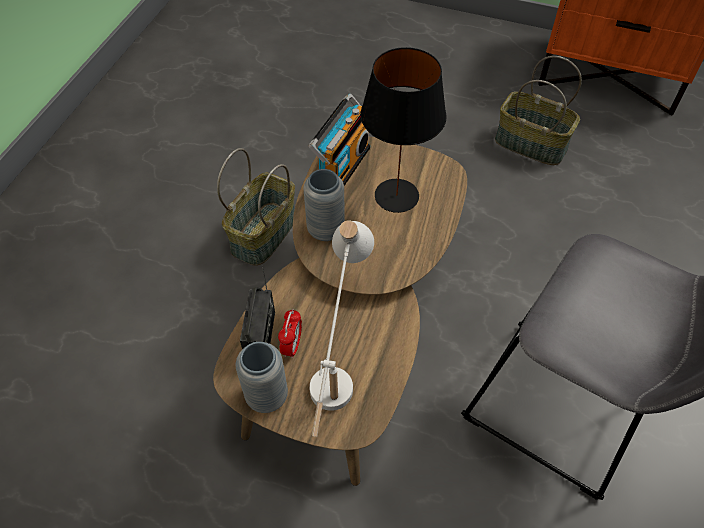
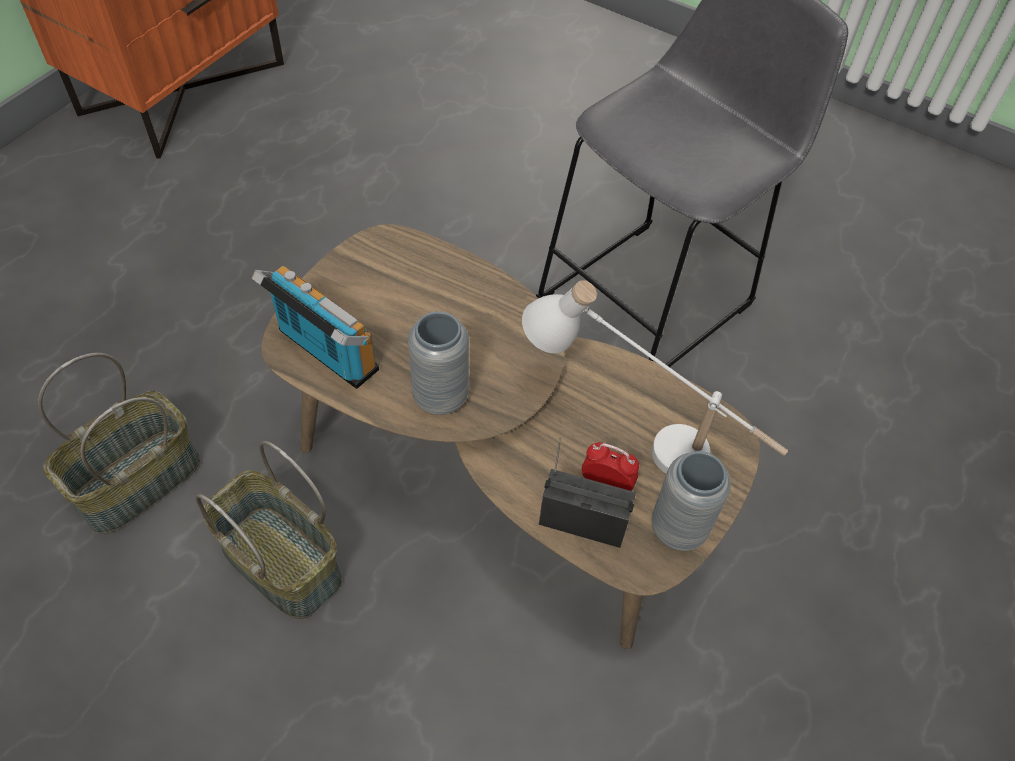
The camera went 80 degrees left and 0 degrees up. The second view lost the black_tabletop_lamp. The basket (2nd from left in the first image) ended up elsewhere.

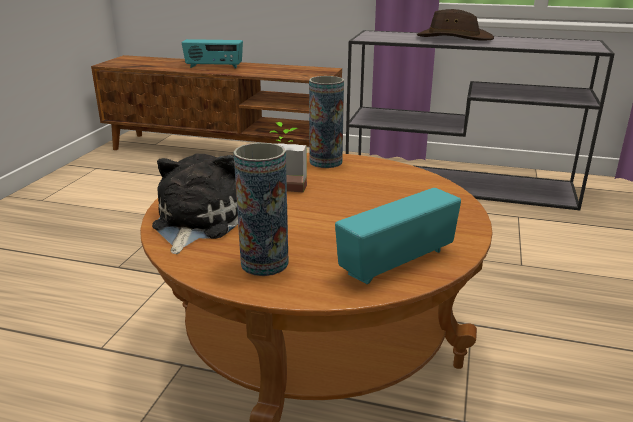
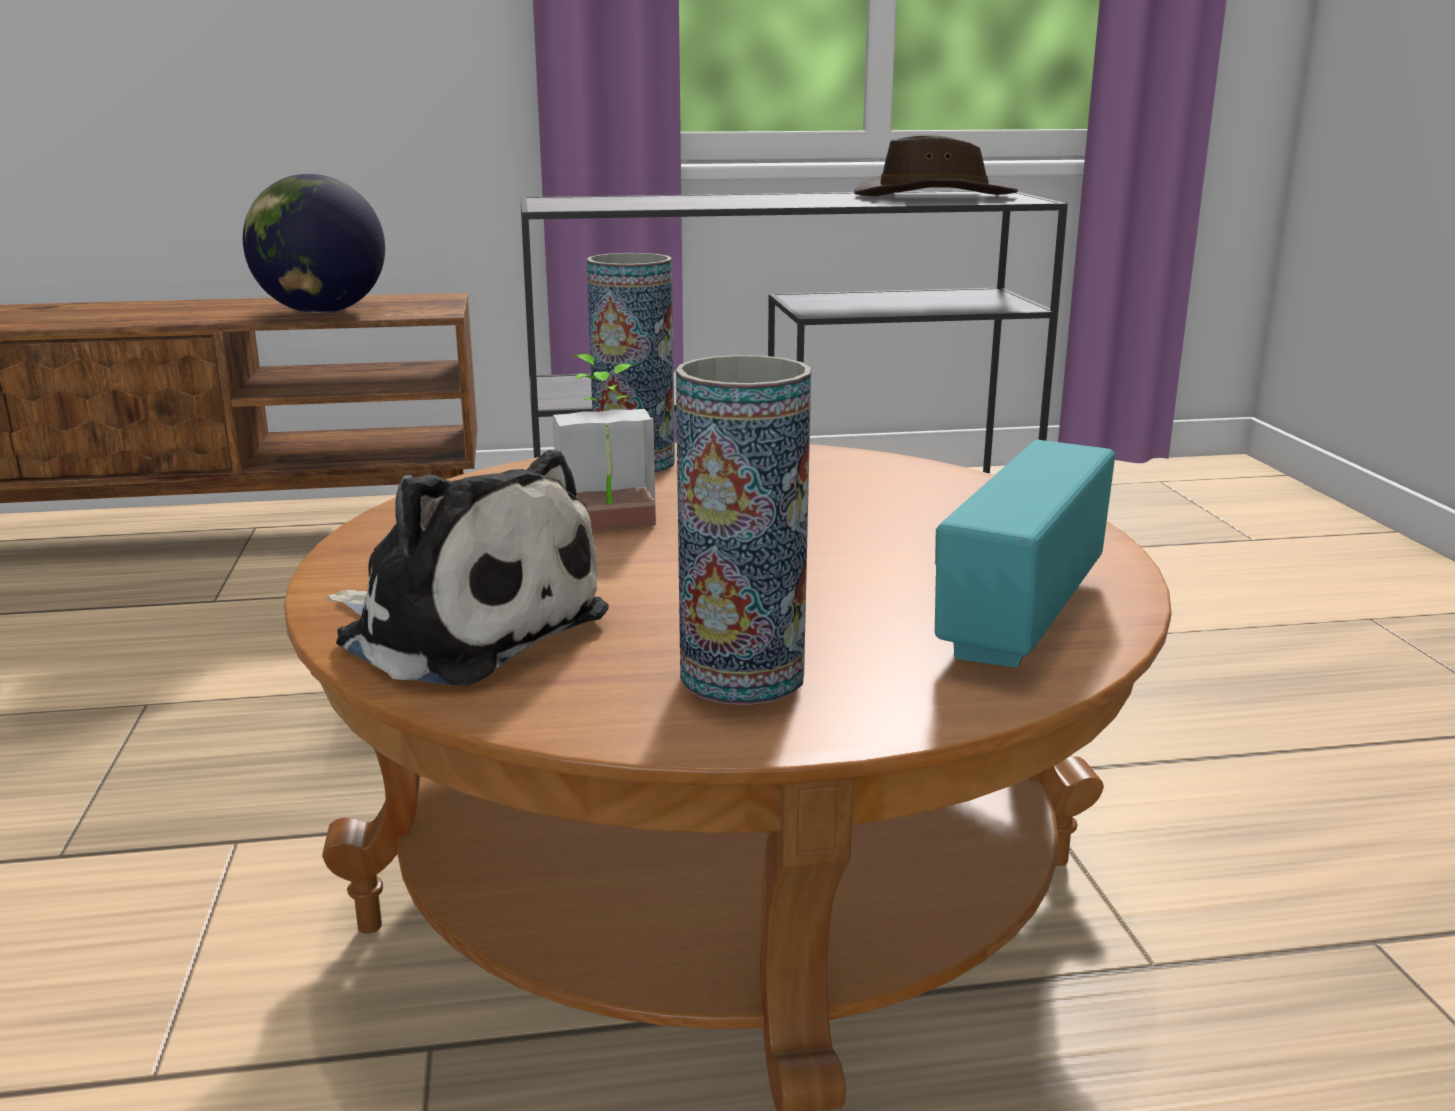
The camera went 25 degrees left and 5 degrees down. The brown_wearable_hat ended up elsewhere. The second view lost the radio_receiver (1st from left). The soft_toy ended up facing another way, 135 degrees clockwise from before. The second view gained the globe.

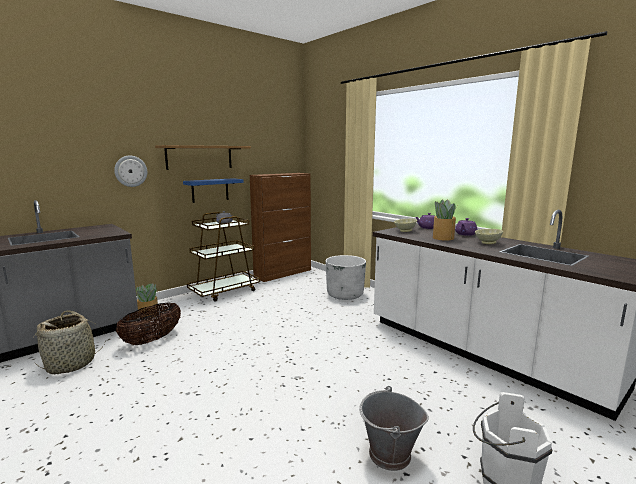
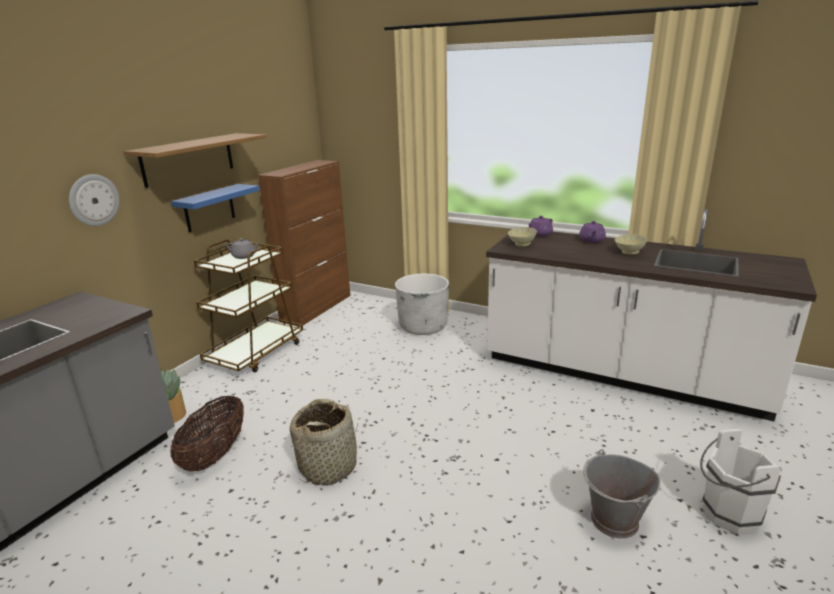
The camera went 20 degrees left and 10 degrees up. The second view lost the houseplant (2nd from left). The basket (1st from left in the first image) ended up elsewhere.

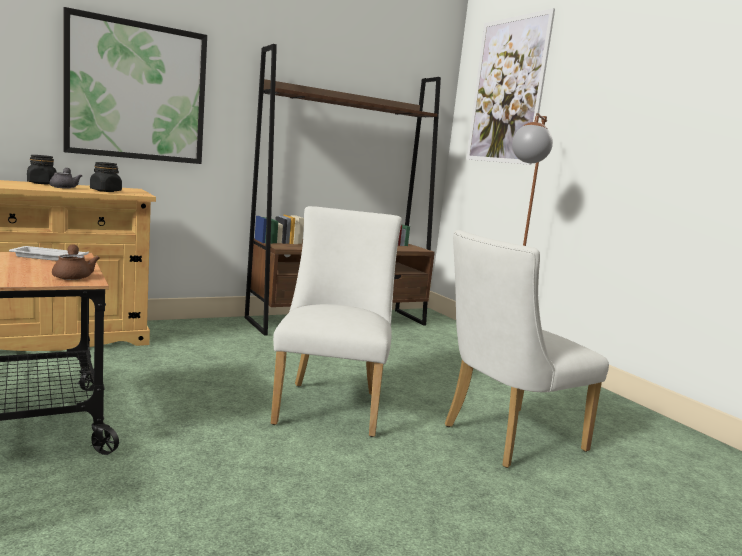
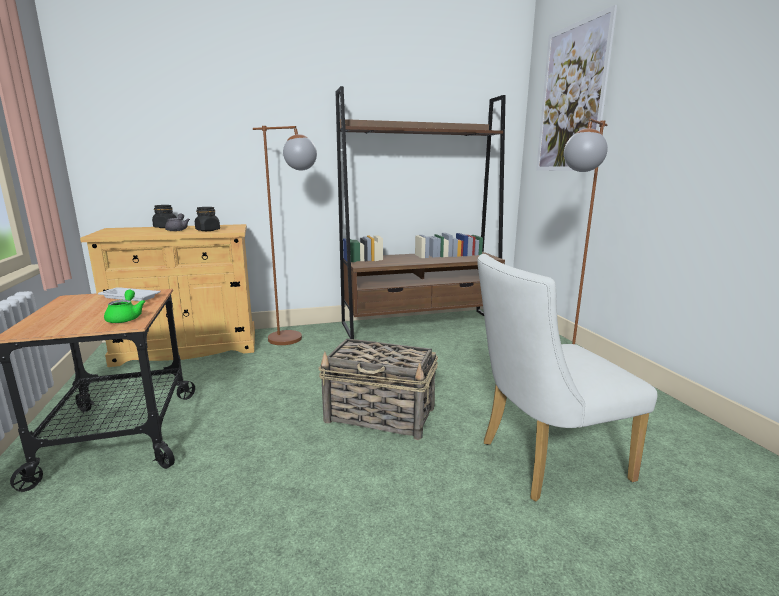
The camera went 15 degrees right and 5 degrees up. The second view lost the wall_picture (1st from left). Where the white-coloured_plain_chair (1st from left) stood, the basket came to stand. What was the brown_pot_for_tea turned into the green_pot_for_tea. The second view gained the brown_floor_lamp (1st from left).

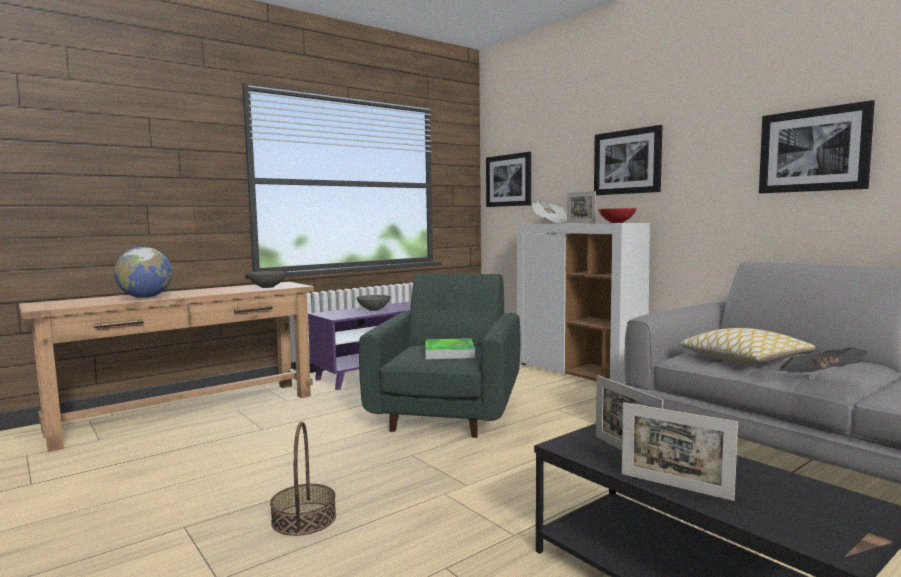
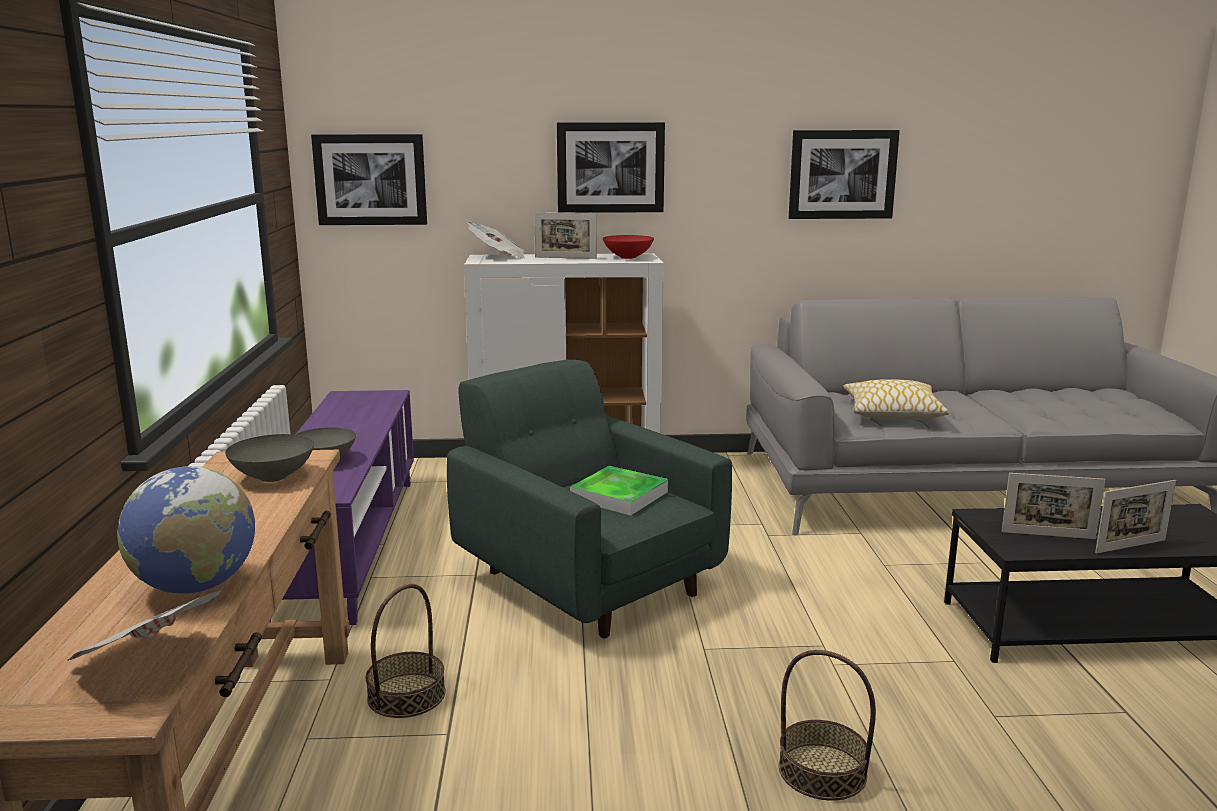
The camera went 55 degrees left and 10 degrees up. The daily_paper (2nd from left in the first image) ended up elsewhere. The second view gained the basket (1st from left).

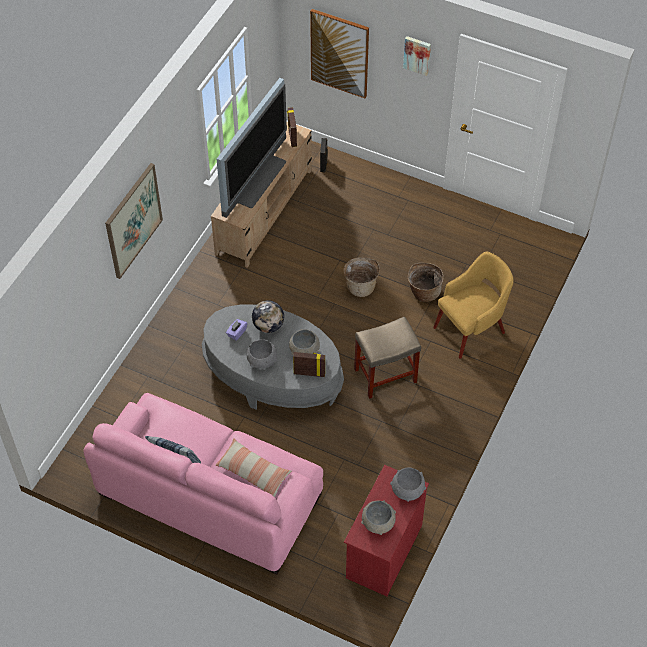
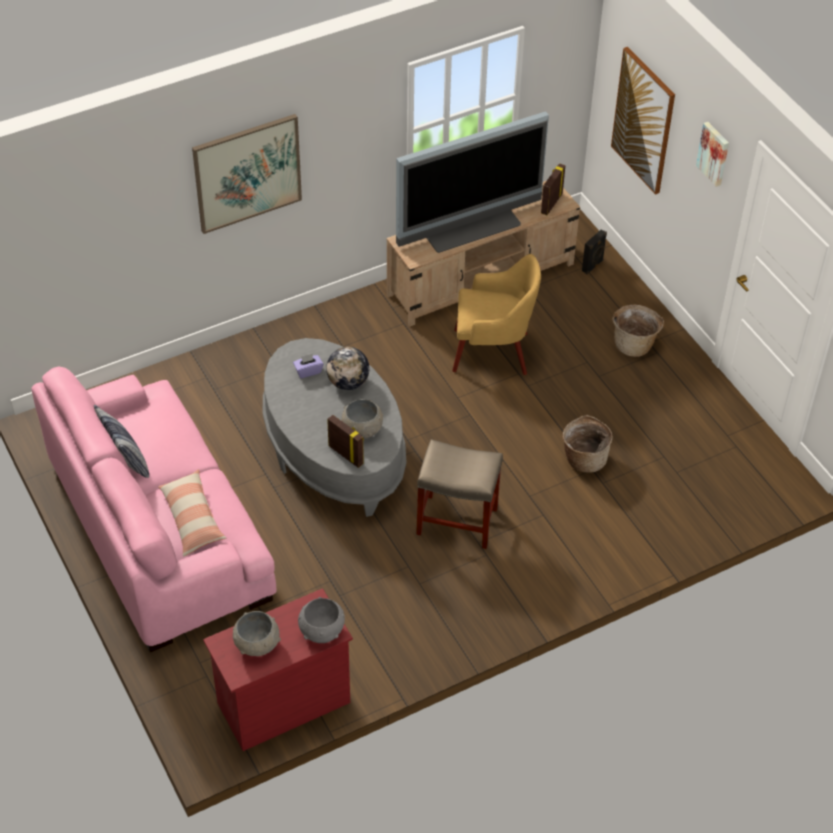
The camera went 35 degrees right and 5 degrees down. The yellow_armchair ended up elsewhere. The basket (1st from left in the first image) ended up elsewhere. The second view lost the grey_serving_bowl (1st from left).

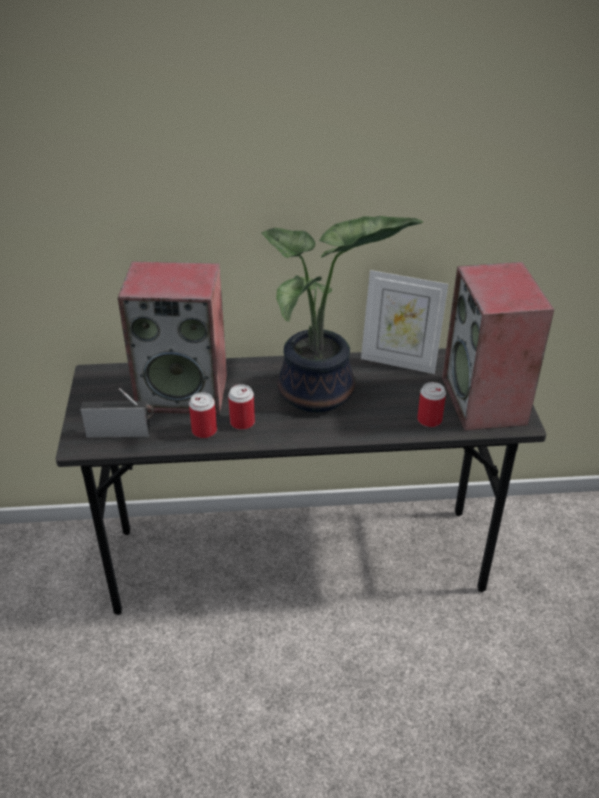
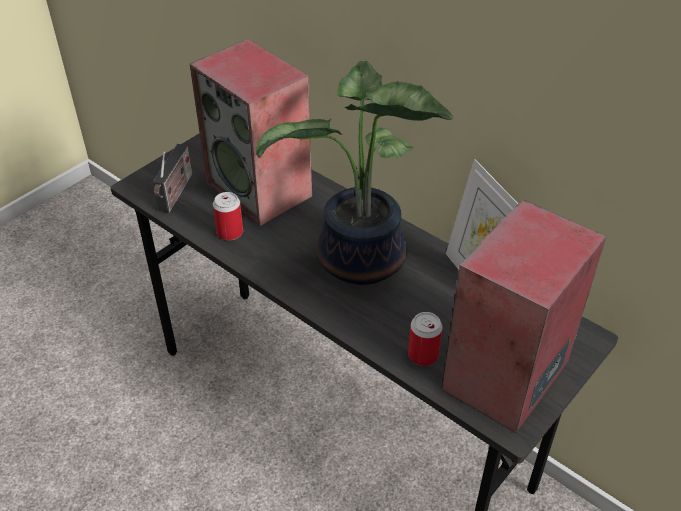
The camera went 45 degrees right and 5 degrees up. The second view lost the sealed_can (2nd from left). The radio_receiver ended up facing another way, 60 degrees clockwise from before.

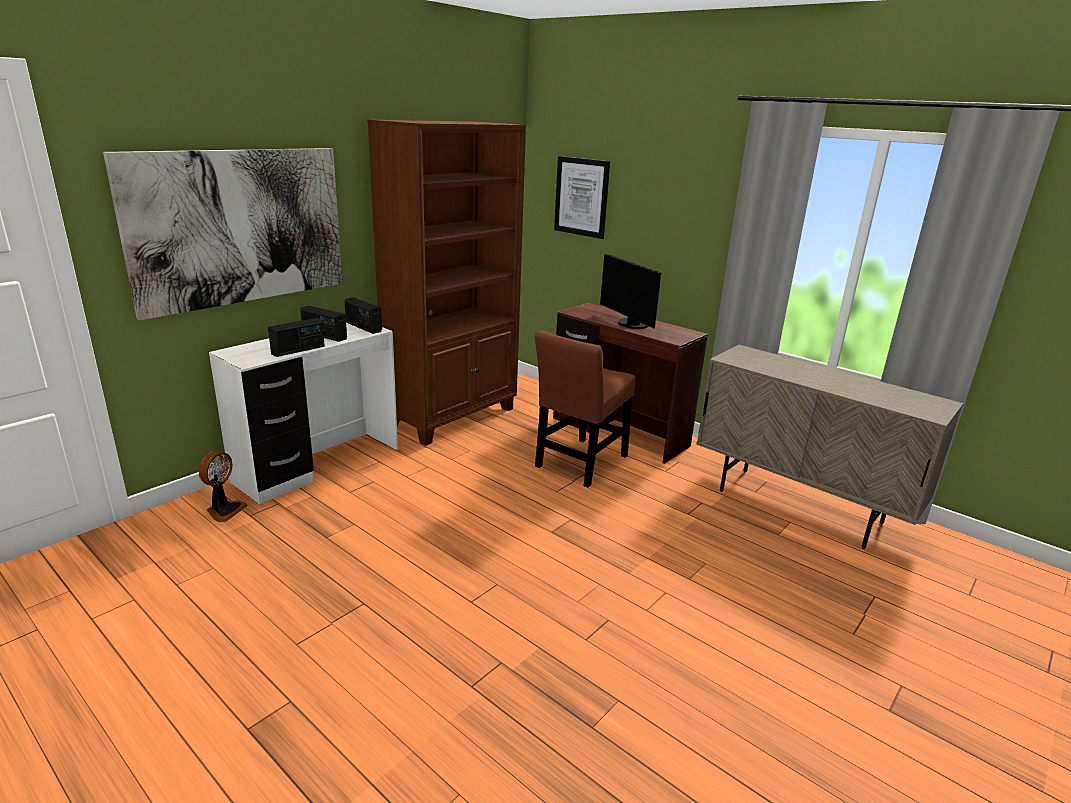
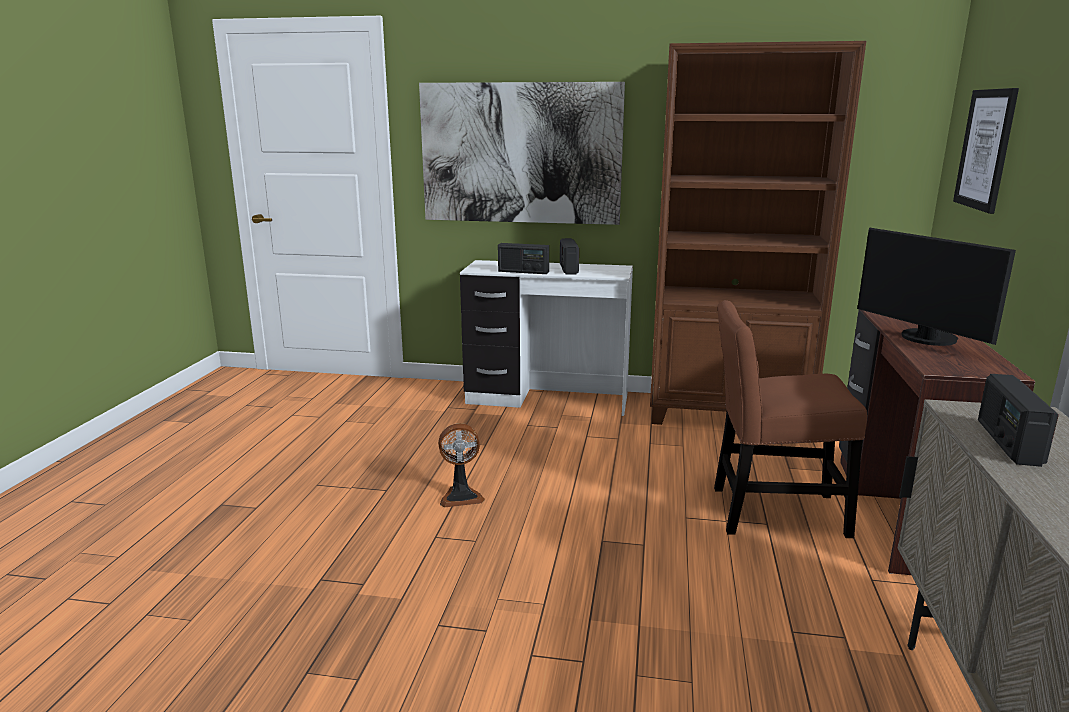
The camera went 60 degrees right and 5 degrees down. The computer_screen ended up facing another way, 60 degrees counterclockwise from before. The radio_receiver (3rd from left) ended up elsewhere. The electric_fan ended up elsewhere.

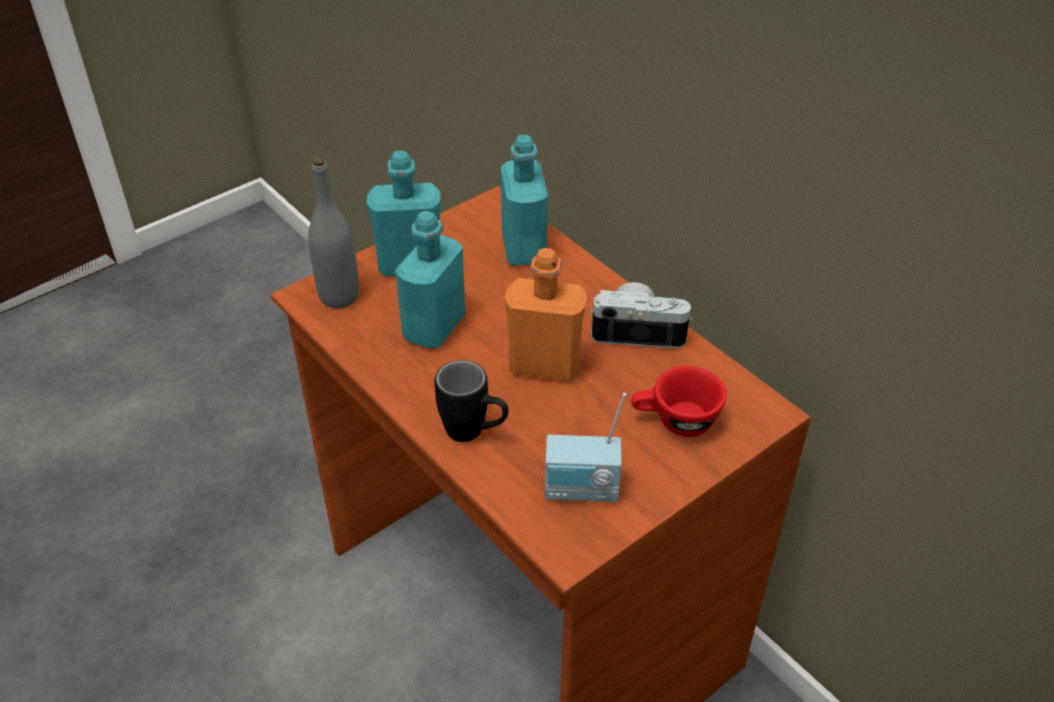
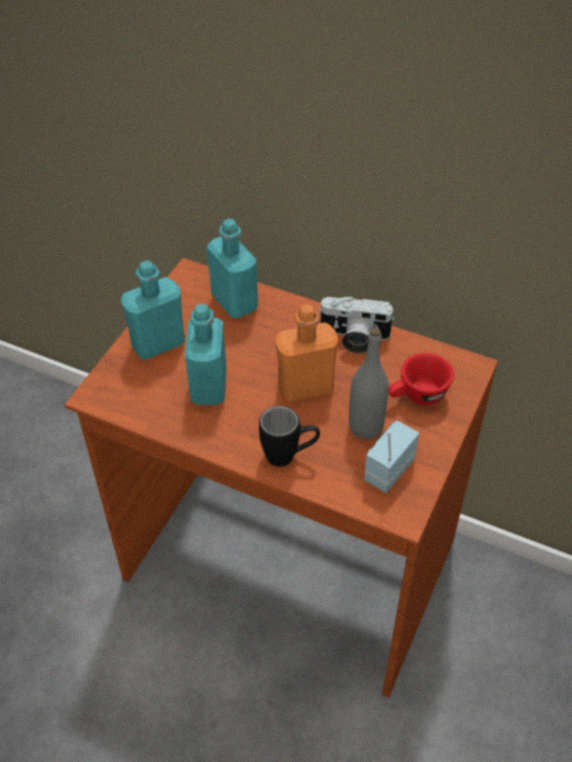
The camera went 25 degrees left and 5 degrees up. The grey_drink_bottle ended up elsewhere. The photo_camera ended up facing another way, 150 degrees counterclockwise from before. The radio_receiver ended up facing another way, 150 degrees clockwise from before.

